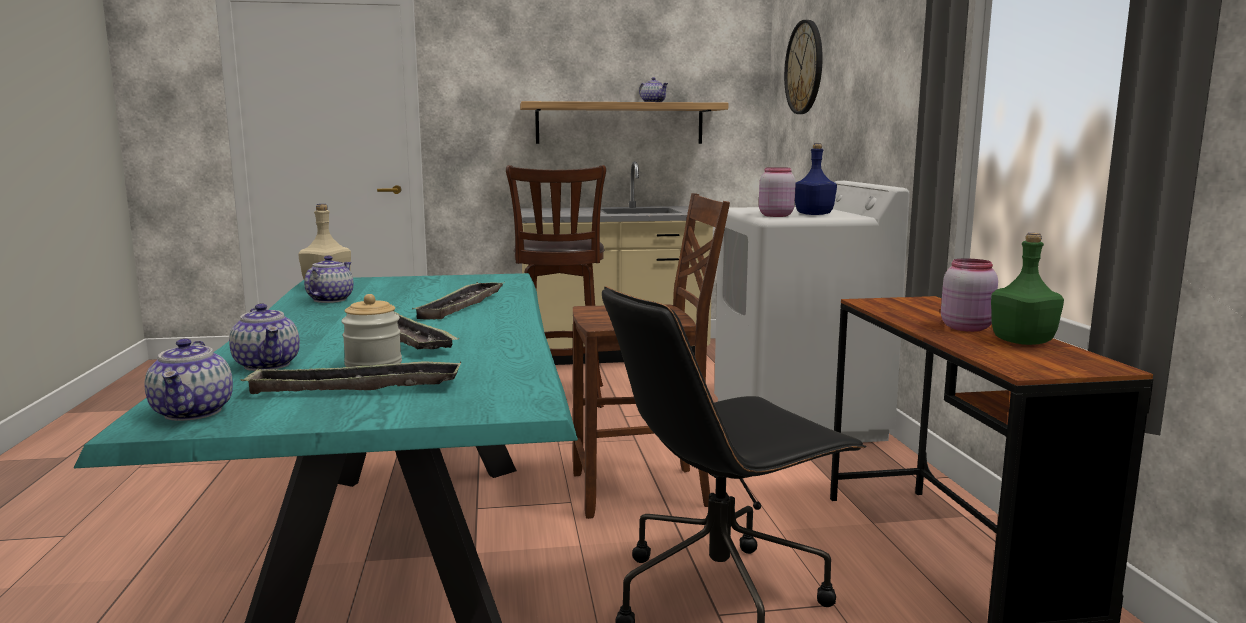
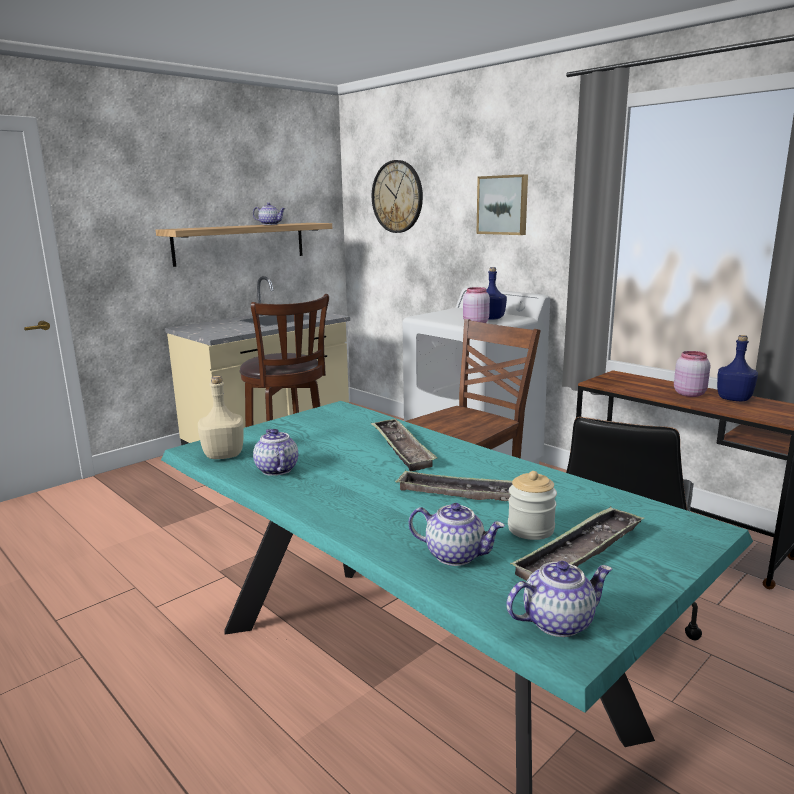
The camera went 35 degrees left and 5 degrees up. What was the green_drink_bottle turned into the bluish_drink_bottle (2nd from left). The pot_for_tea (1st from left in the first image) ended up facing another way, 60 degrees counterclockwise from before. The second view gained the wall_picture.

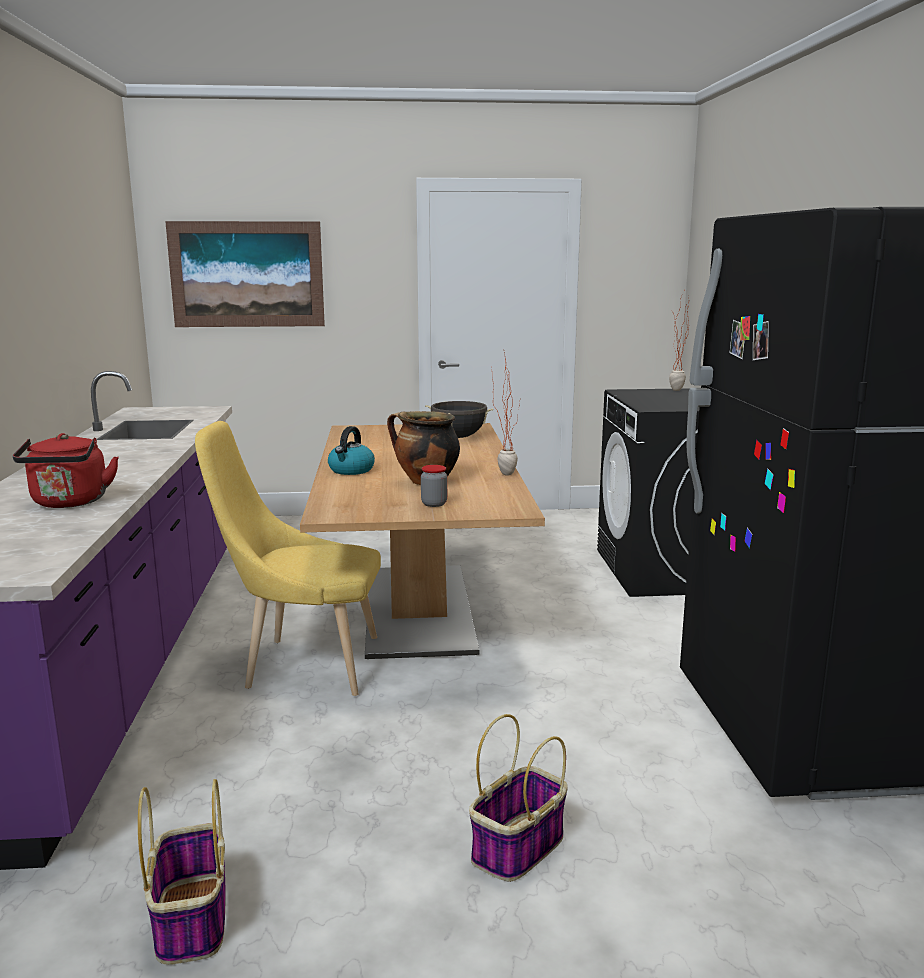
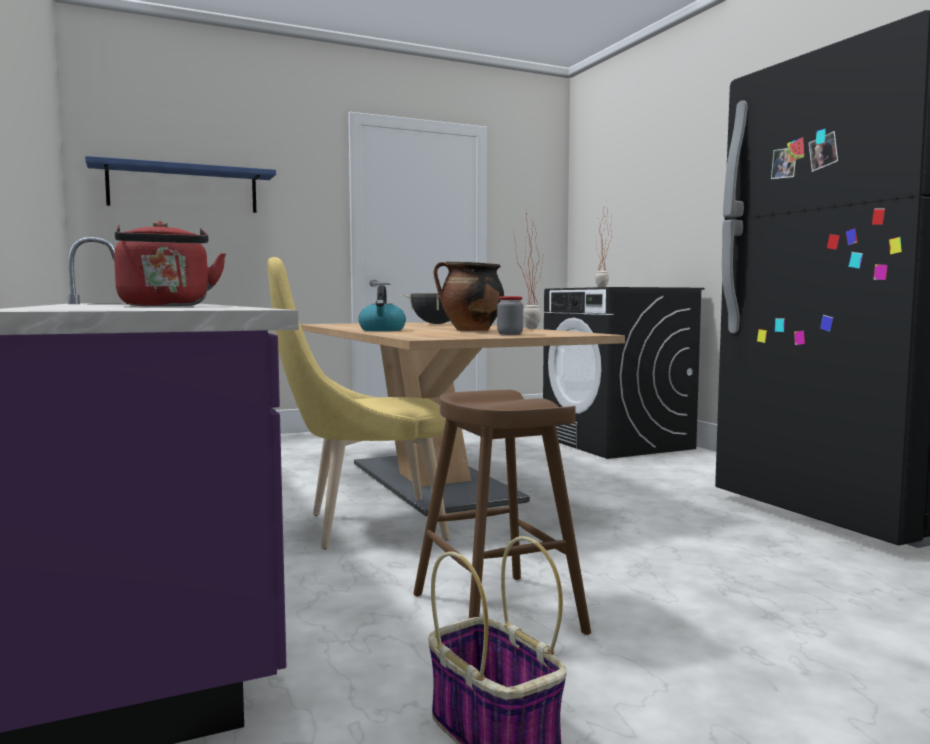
The camera went 20 degrees left and 10 degrees down. Where the wall_picture hung, the bluish_bracket_shelf came to hang. The second view lost the basket (2nd from left). The second view gained the brown_stool_seat.

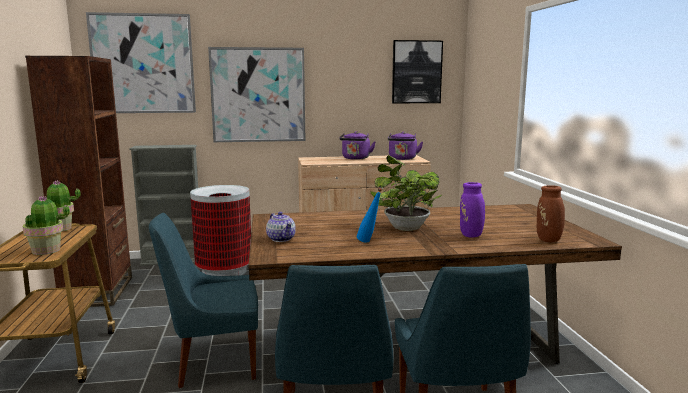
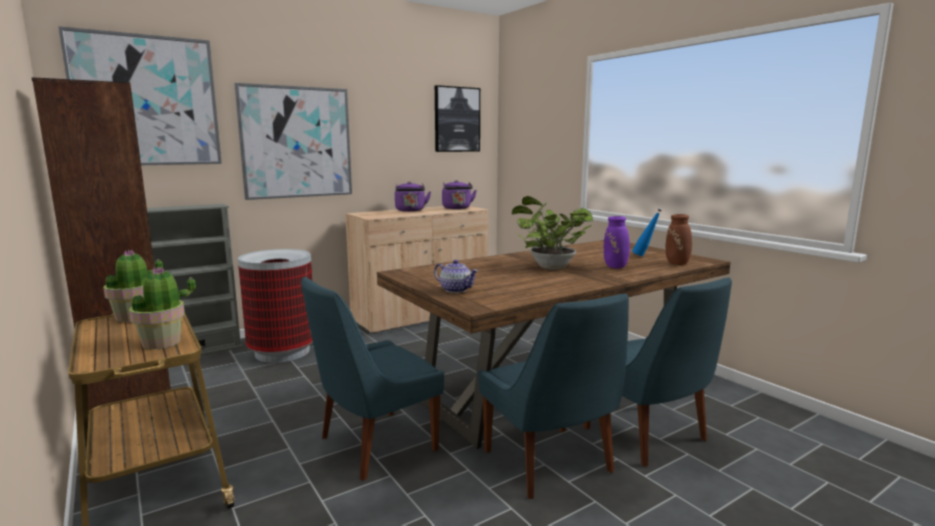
The camera went 25 degrees left and 0 degrees up. The bluish_drink_bottle ended up elsewhere.

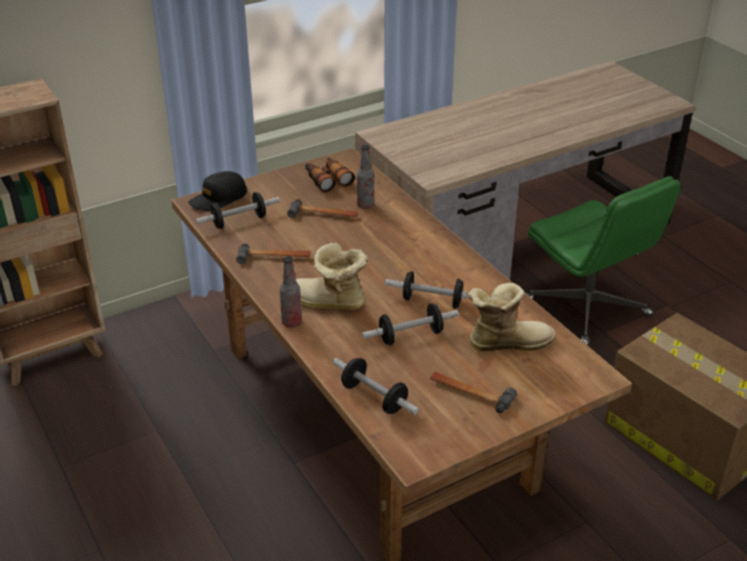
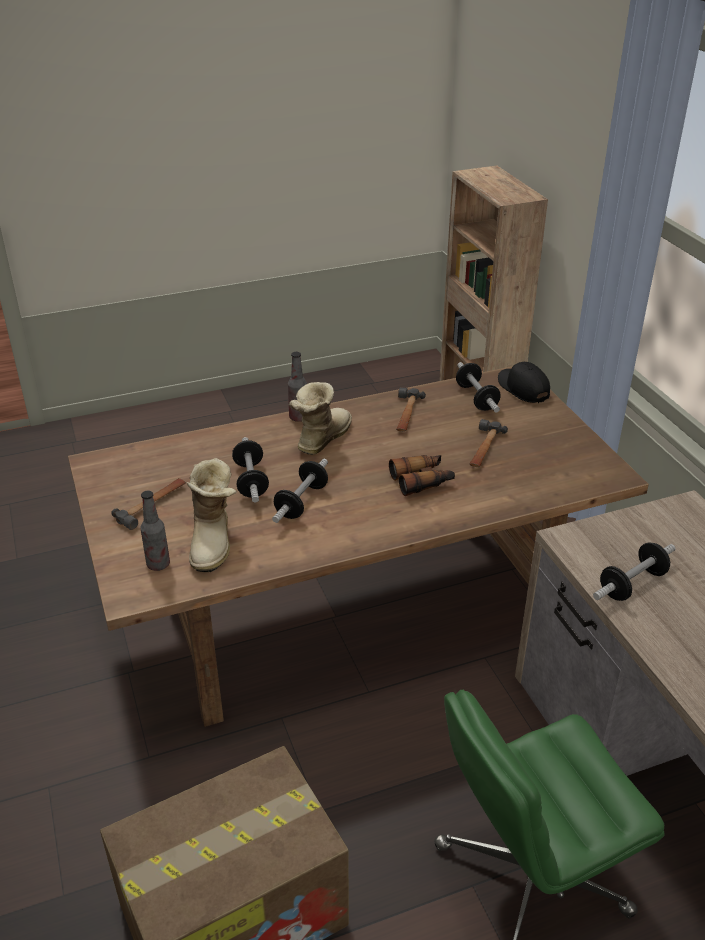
The camera went 100 degrees right and 0 degrees up. The drink_bottle (2nd from left in the first image) ended up elsewhere. The pair_of_binoculars ended up elsewhere. The dumbbell (2nd from left in the first image) ended up elsewhere.

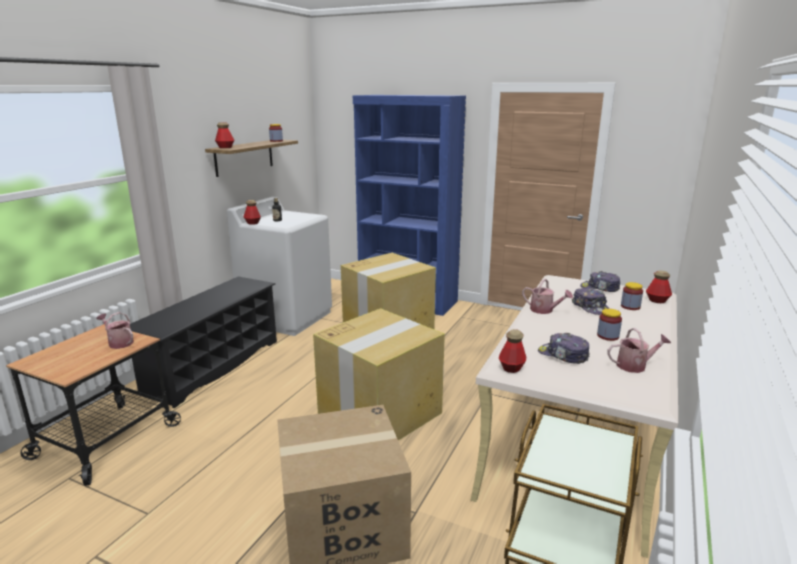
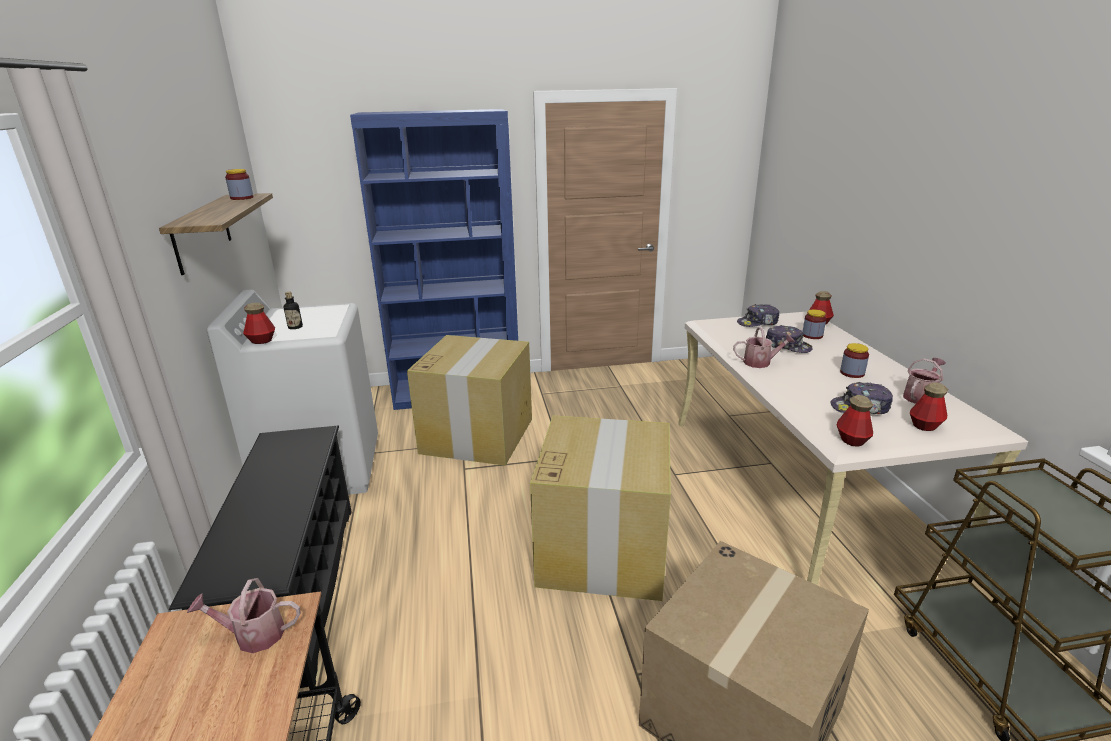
The camera went 35 degrees left and 5 degrees up. The drink_bottle (1st from left in the first image) ended up elsewhere.

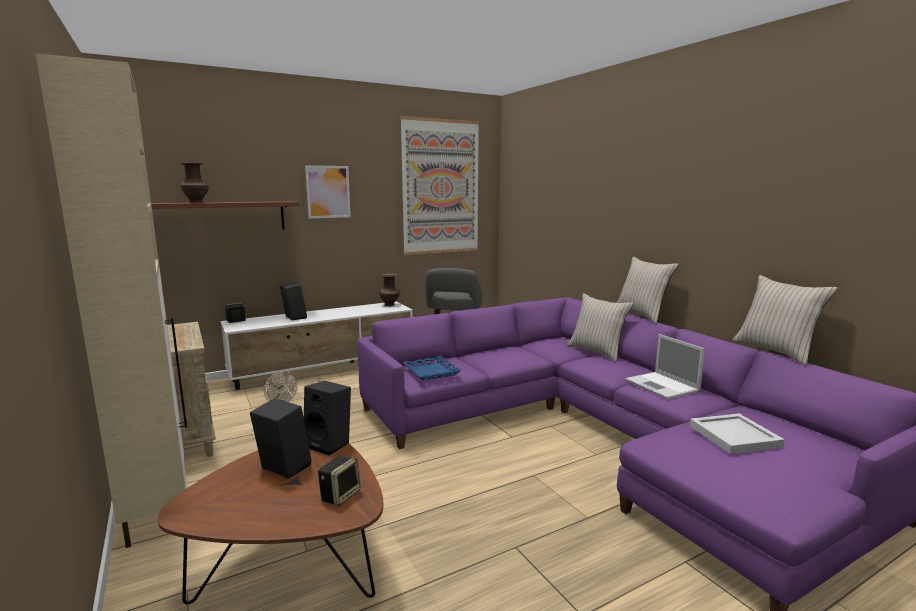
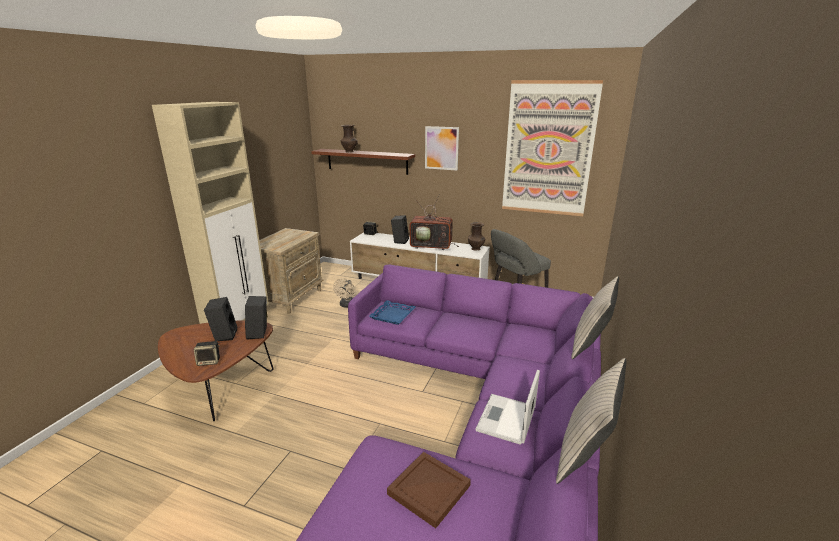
The camera went 50 degrees right and 10 degrees up. The second view lost the beige-coloured_throw_pillow (1st from left). What was the white-coloured_carrying_tray turned into the brown_carrying_tray. The second view gained the TV_set.

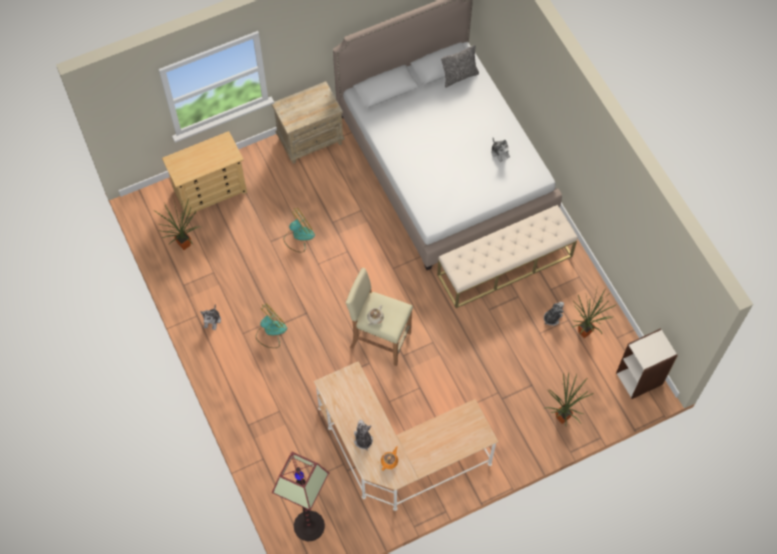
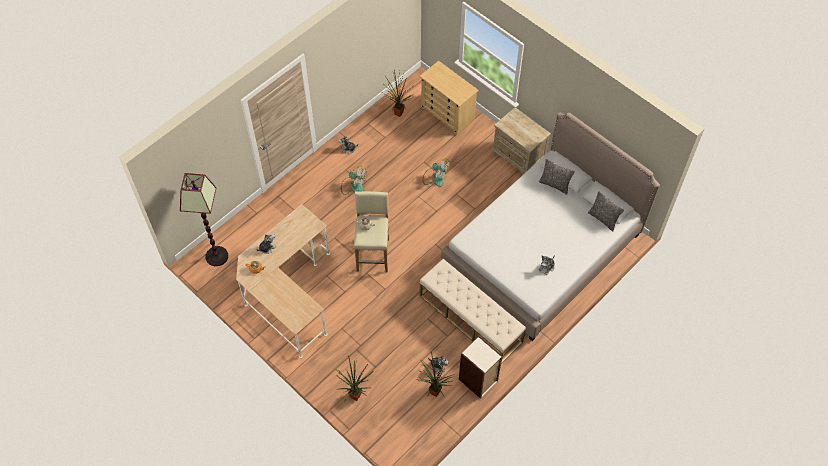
The camera went 70 degrees right and 5 degrees down. The shelving_unit ended up elsewhere. The second view gained the throw_pillow (1st from left).

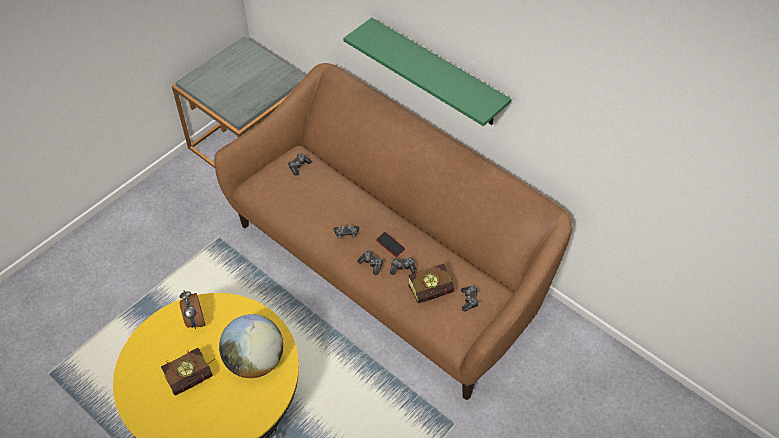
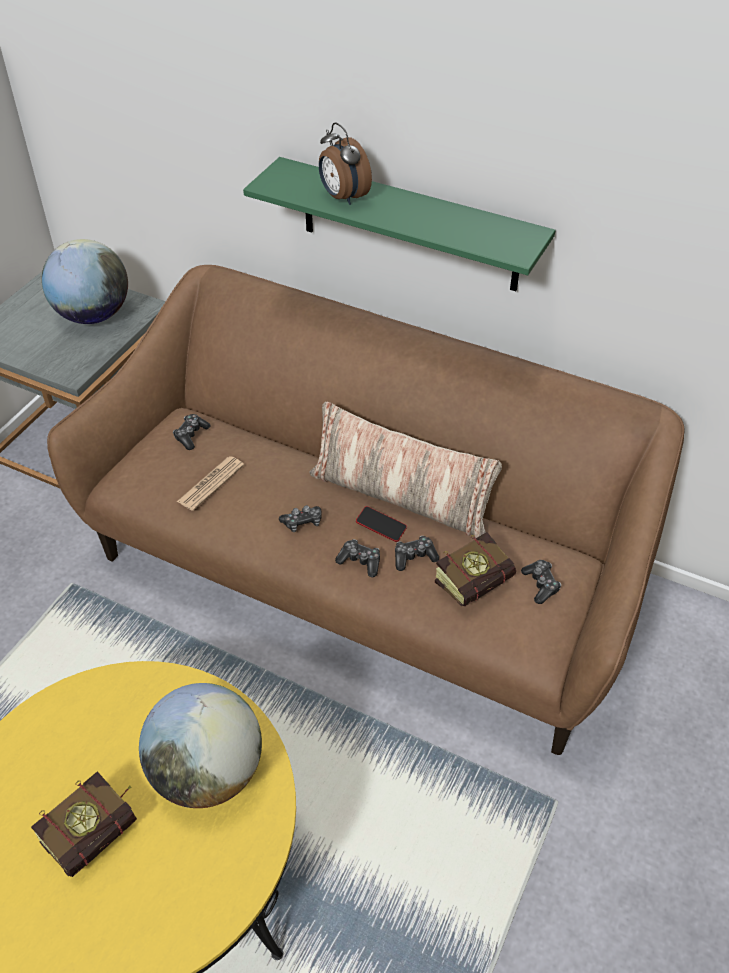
The camera went 15 degrees left and 5 degrees down. The bedside_clock ended up elsewhere. The second view gained the globe (1st from left). The second view gained the throw_pillow. The second view gained the daily_paper.

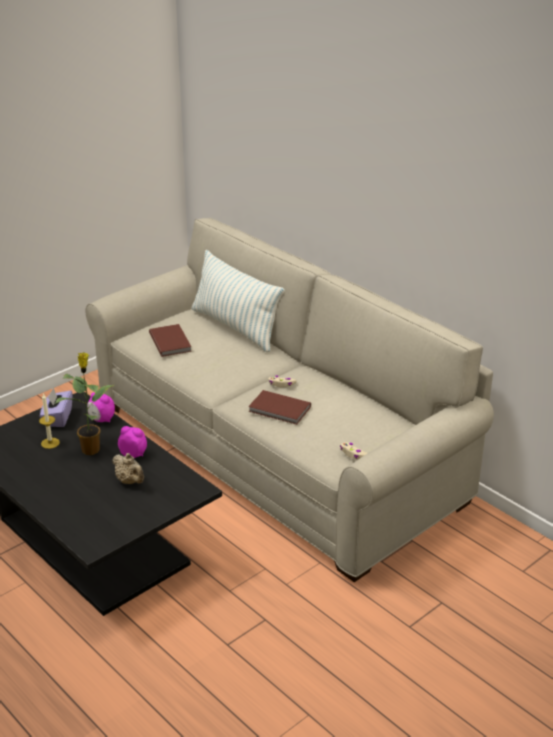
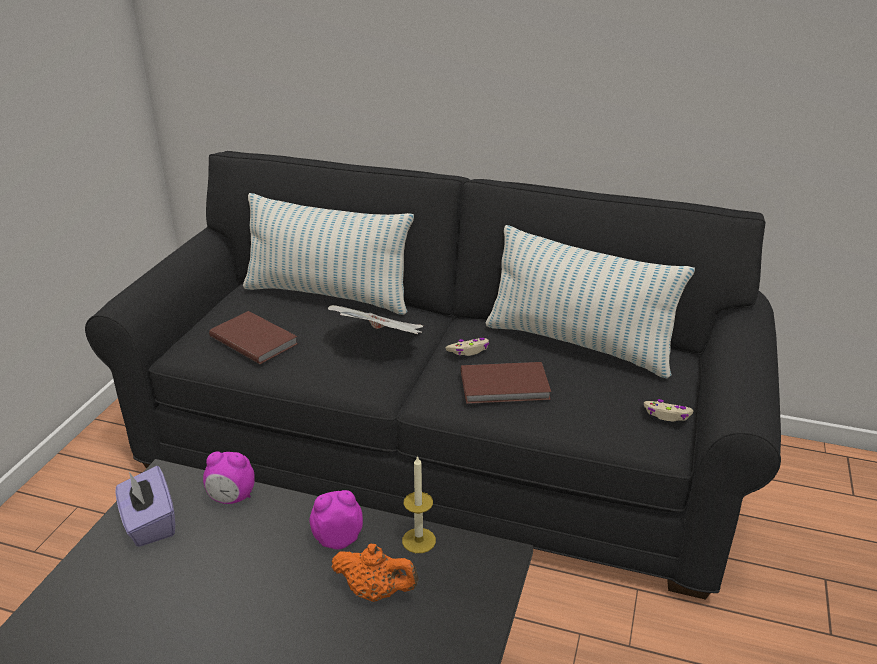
The camera went 30 degrees left and 0 degrees up. What was the beige-coloured_couch turned into the black_couch. The second view lost the houseplant. The wax_candle ended up elsewhere. What was the beige-coloured_pot_for_tea turned into the orange_pot_for_tea. The second view gained the throw_pillow (2nd from left). The second view gained the daily_paper.

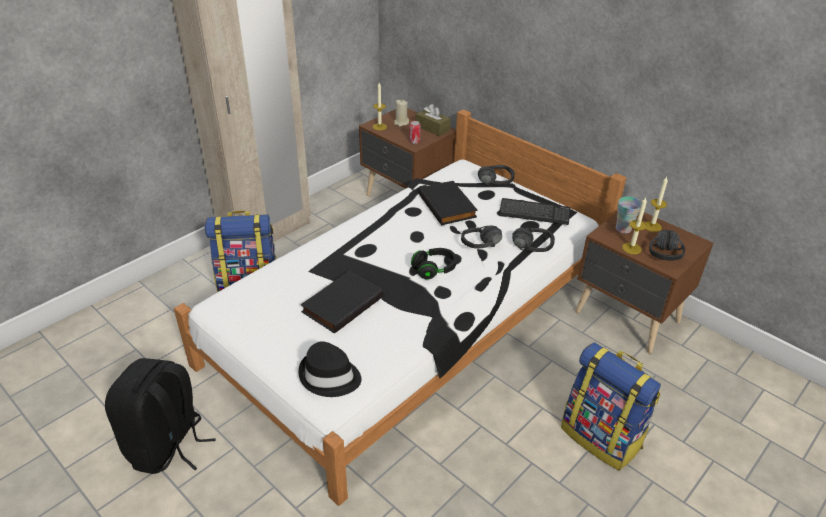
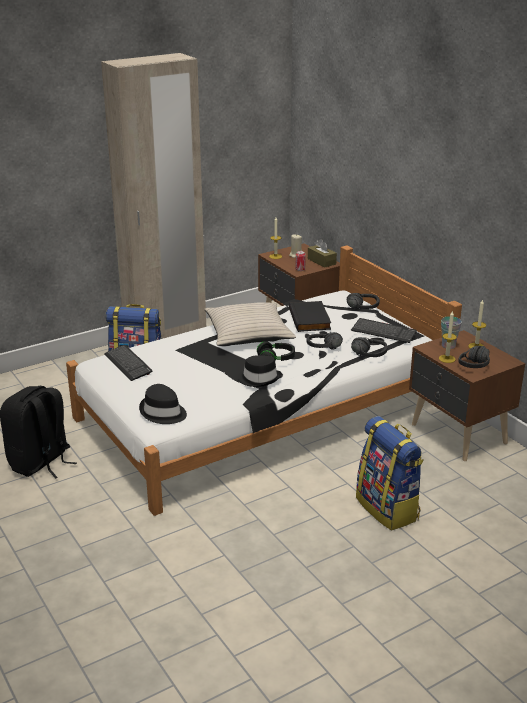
The camera went 15 degrees right and 10 degrees down. The second view lost the black_bound_book (1st from left). The second view gained the beige-coloured_throw_pillow. The second view gained the PC_keyboard (1st from left). The second view gained the black_wearable_hat (2nd from left).

